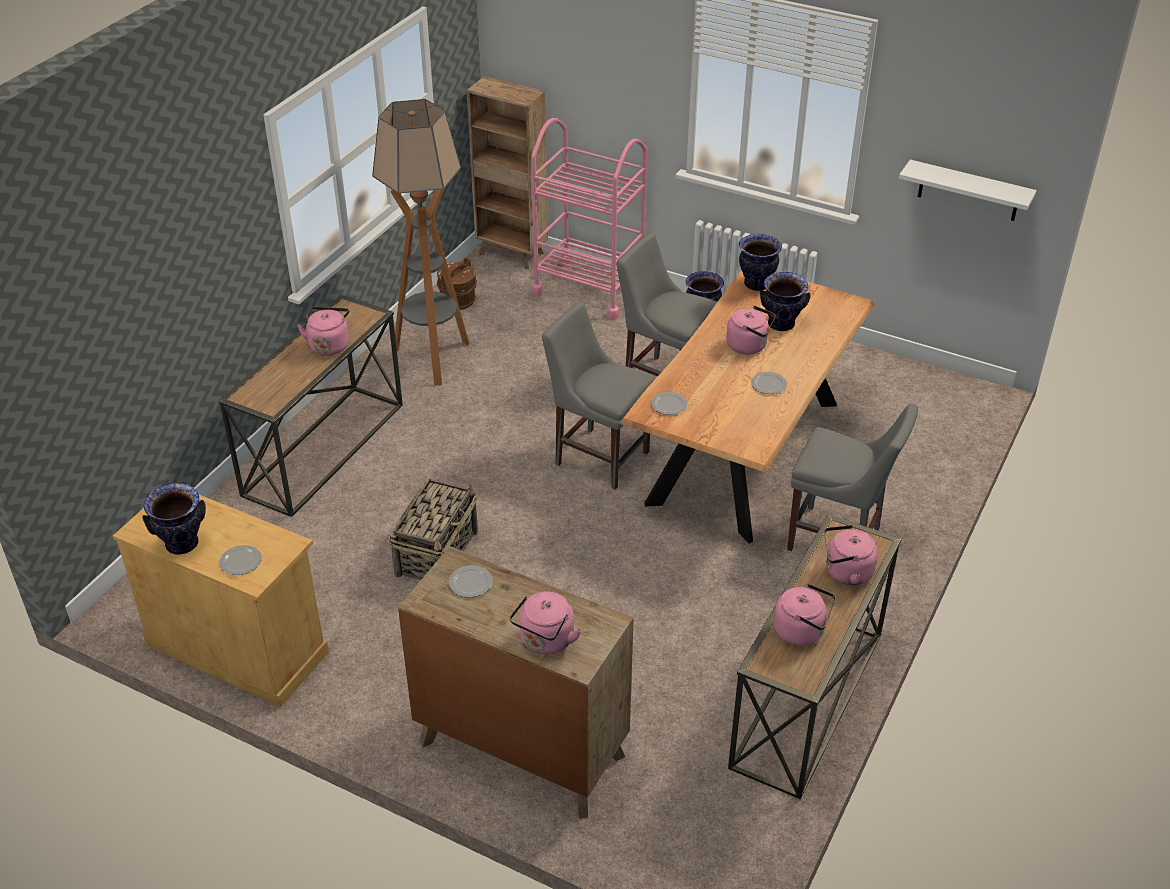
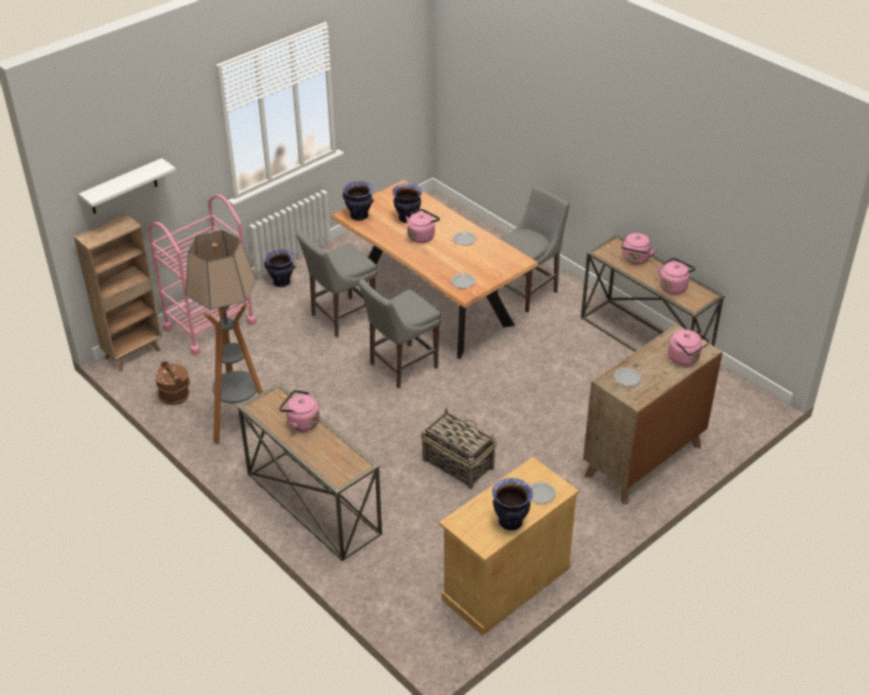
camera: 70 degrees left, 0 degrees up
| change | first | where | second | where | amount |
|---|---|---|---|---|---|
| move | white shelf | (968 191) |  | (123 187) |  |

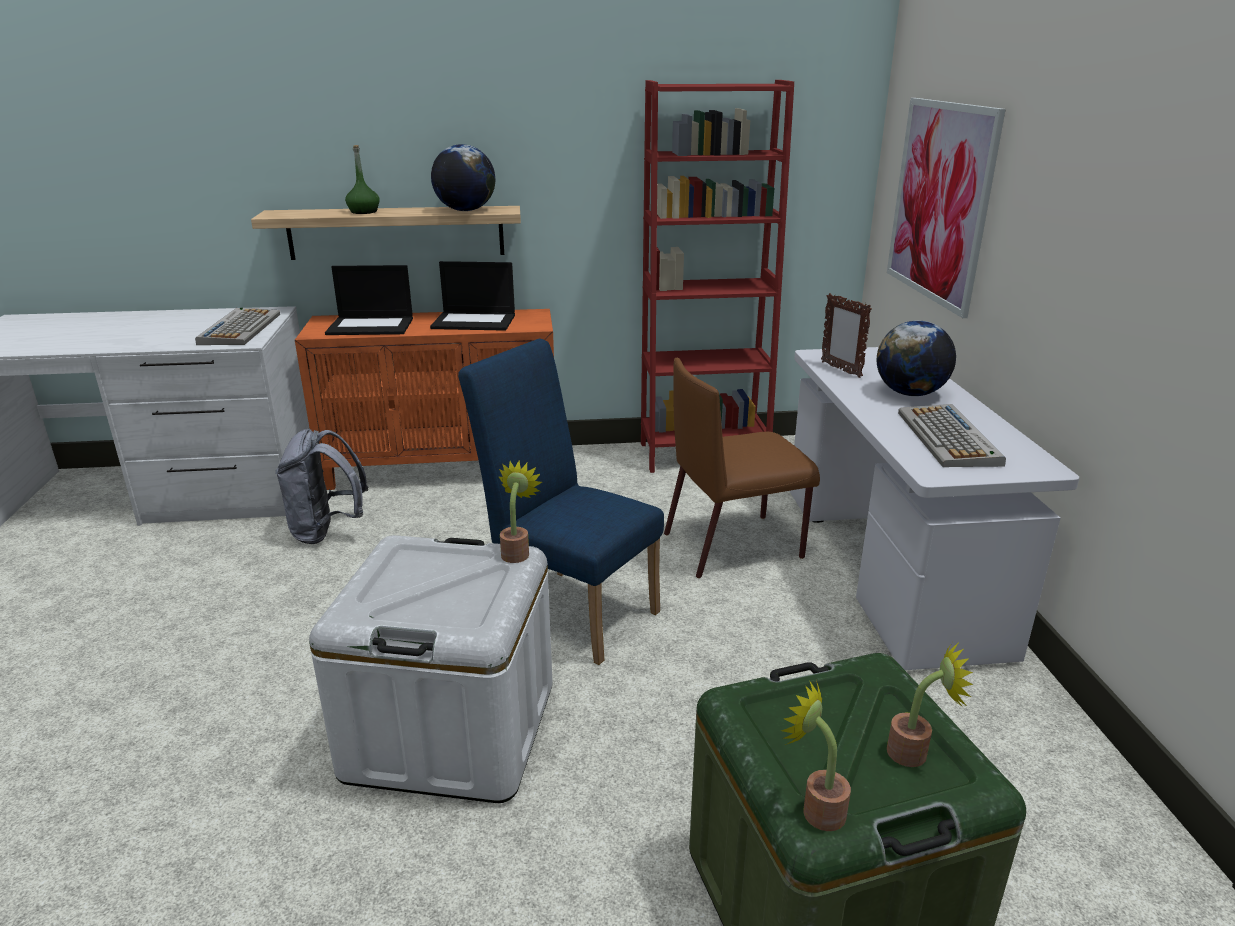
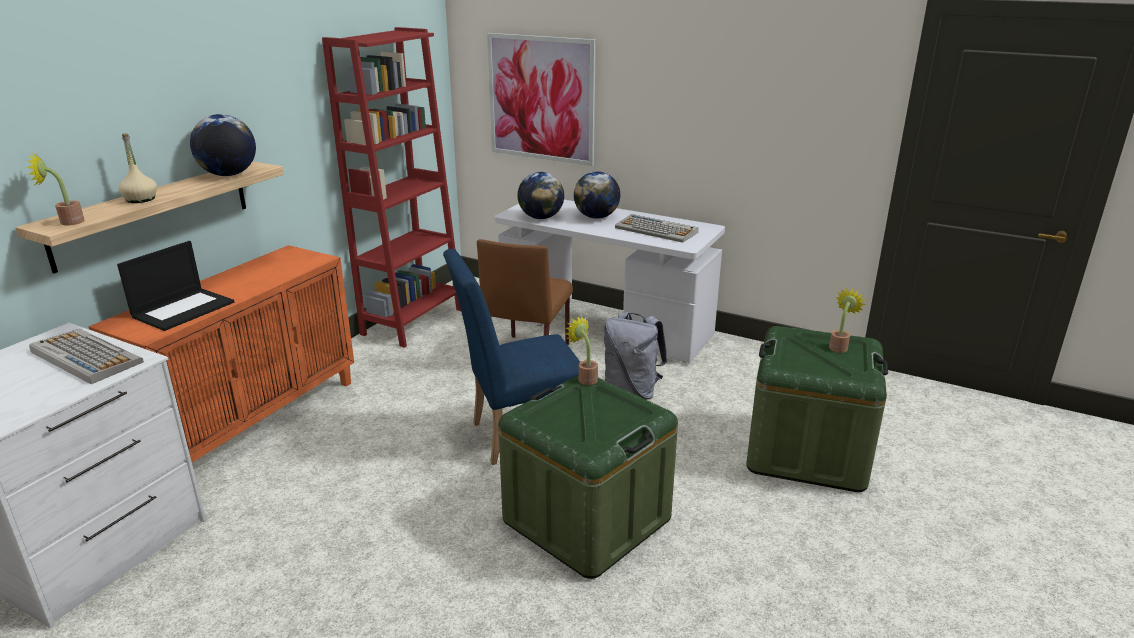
camera: 55 degrees left, 0 degrees up
| change | first | where | second | where | amount |
|---|---|---|---|---|---|
| move | houseplant | (816 809) |  | (67 222) |  |
| recolor | greenish beverage bottle | (364 212) | sand-coloured beverage bottle | (141 199) |  |
| recolor | white storage bin | (451 729) | greenish storage bin | (586 519) |  |
| replace | standing frame | (840 369) | world globe | (541 217) |  |
| move | gray rucksack | (327 531) |  | (632 391) |  |
| delete | portable computer | (475 321) |  |  |  |

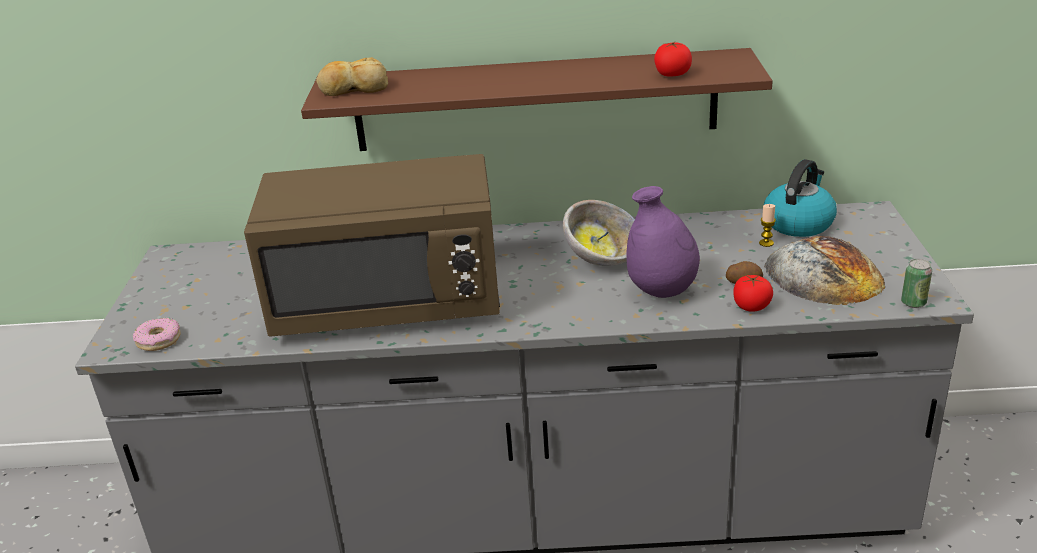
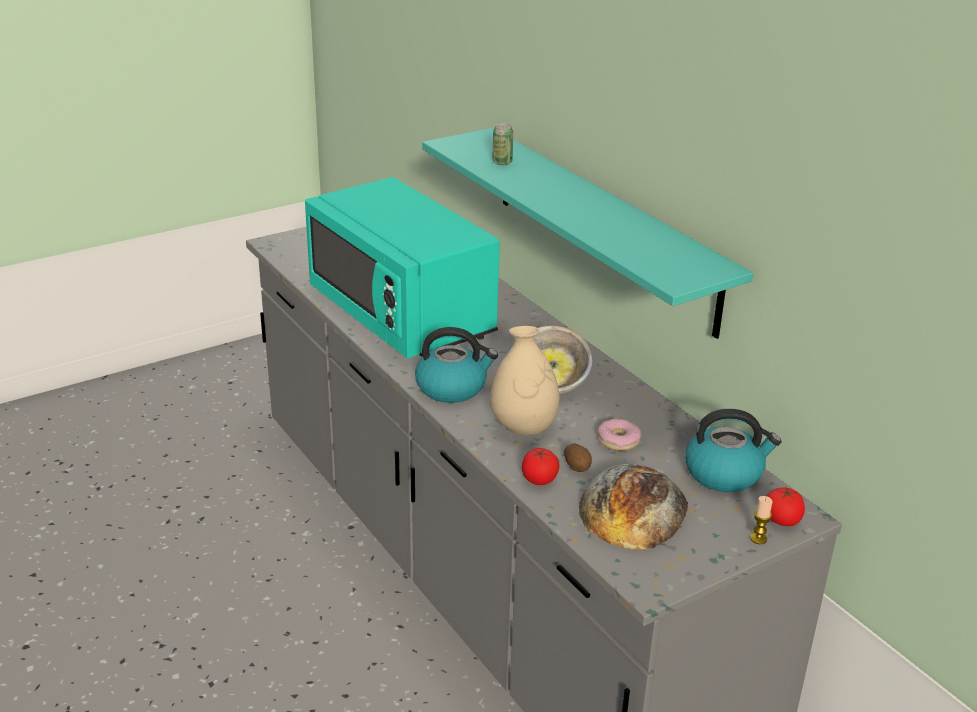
camera: 55 degrees right, 0 degrees up
| change | first | where | second | where | amount |
|---|---|---|---|---|---|
| recolor | brown microwave | (389 302) | blue-green microwave | (402 315) |  |
| insert |  |  | tea kettle | (452 387) |  |
| recolor | brown shelf | (535 101) | blue-green shelf | (603 227) |  |
| recolor | purple vase | (662 291) | sand-coloured vase | (523 428) |  |
| move | can | (913 303) |  | (502 162) |  |
| move | ring doughnut | (159 340) |  | (618 440) |  |
| move | wax candle | (766 243) |  | (758 539) |  |
| move | tomato | (672 74) |  | (781 520) |  |
| delete | bakery bread | (353 89) |  |  |  |

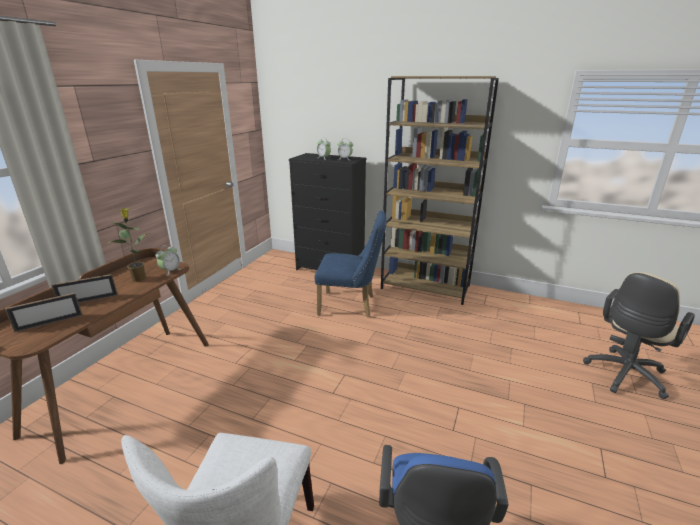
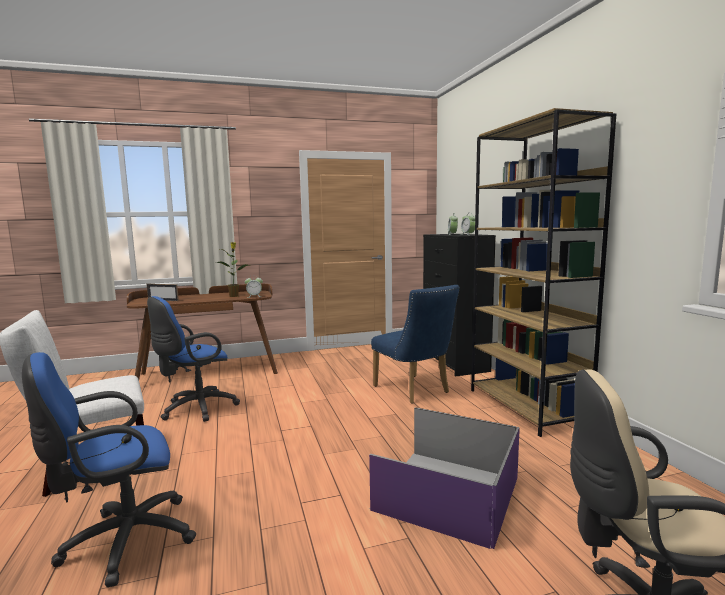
camera: 50 degrees right, 15 degrees down
| change | first | where | second | where | amount |
|---|---|---|---|---|---|
| insert |  |  | bluish desk chair | (195 409) |  |
| insert |  |  | purple storage bin | (447 492) |  |
| delete | standing frame | (89 300) |  |  |  |

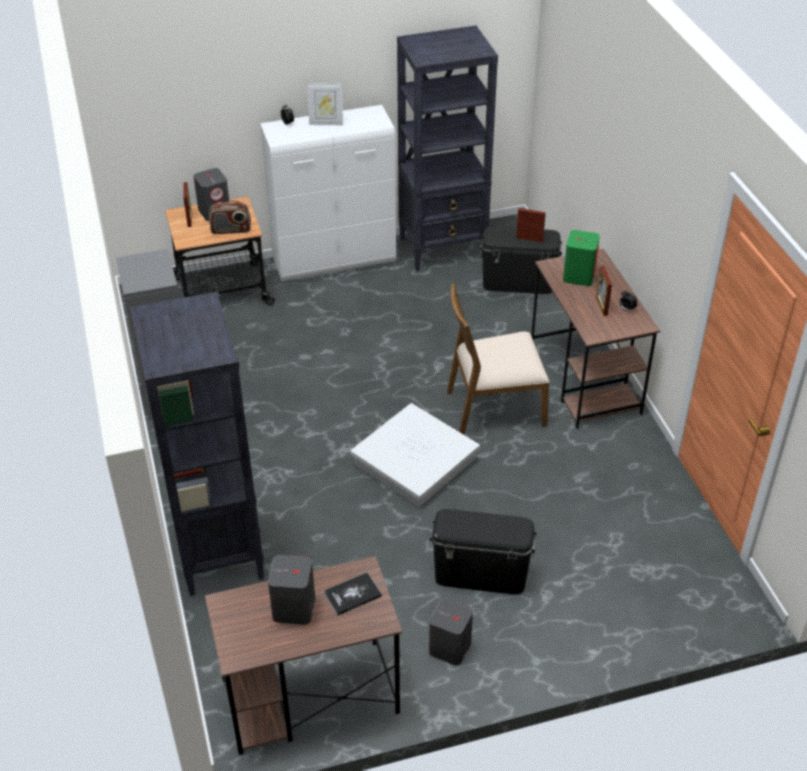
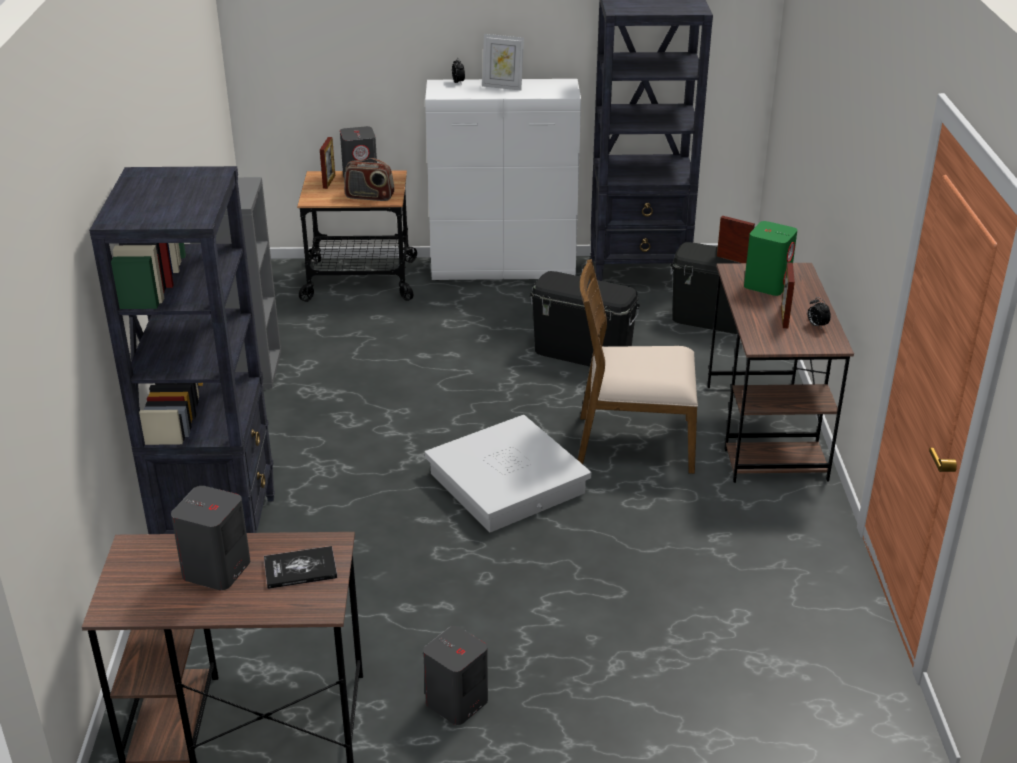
camera: 15 degrees right, 10 degrees down
| change | first | where | second | where | amount |
|---|---|---|---|---|---|
| move | blackish storage bin | (481 574) |  | (583 353) |  |

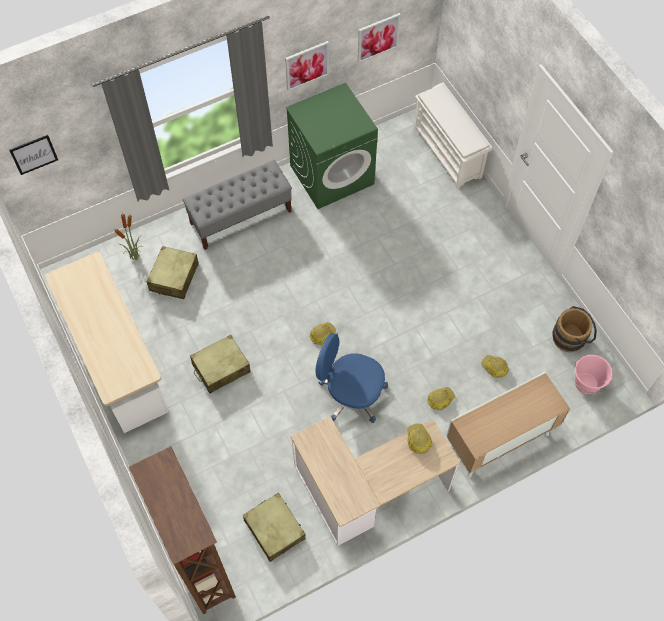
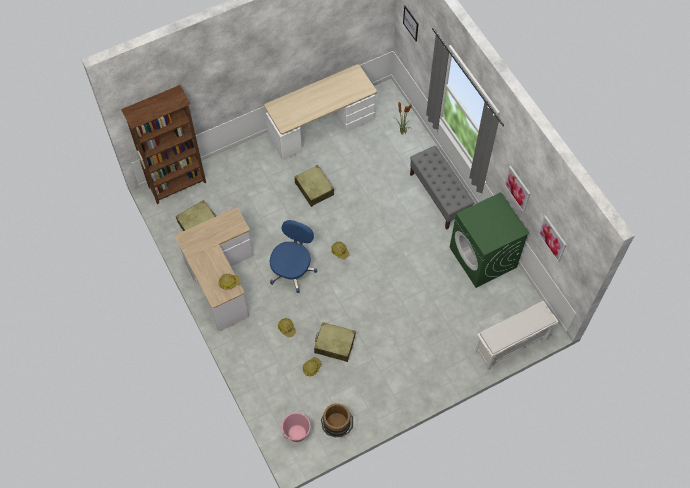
camera: 90 degrees right, 0 degrees up
| change | first | where | second | where | amount |
|---|---|---|---|---|---|
| move | sand-coloured suitcase | (174 277) |  | (334 344) |  |
| delete | storage cabinet | (499 441) |  |  |  |

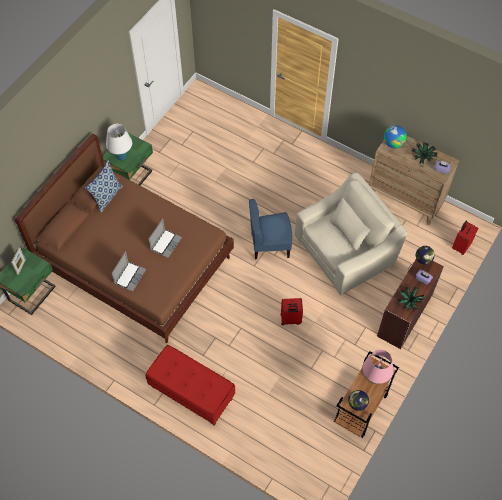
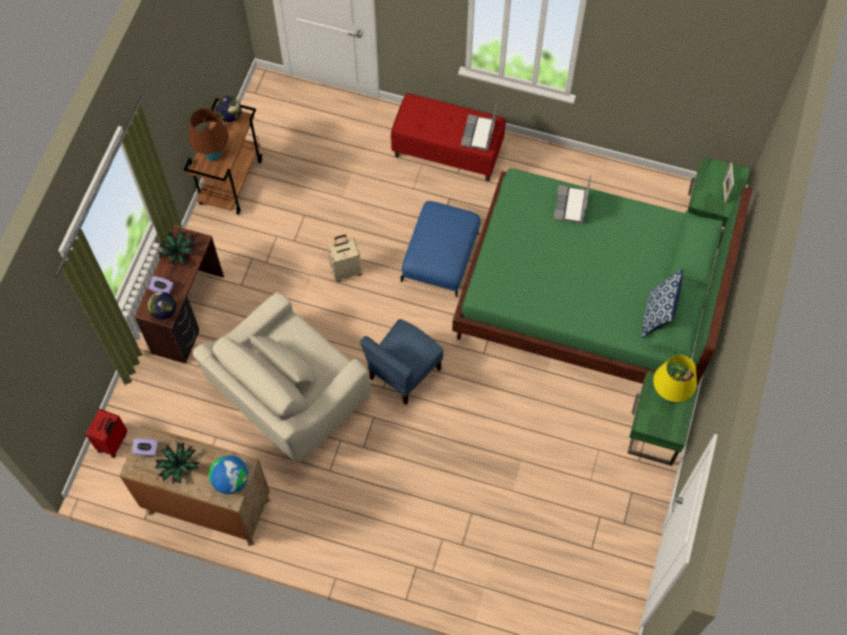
camera: 165 degrees right, 5 degrees up
| change | first | where | second | where | amount |
|---|---|---|---|---|---|
| recolor | pinkish tabletop lamp | (374 379) | brown tabletop lamp | (213 155) |  |
| recolor | red suitcase | (290 320) | sand-coloured suitcase | (346 270) |  |
| rotate | bluish chair | (270 245) |  | (404 373) | 150 degrees clockwise |
| insert |  |  | bluish footrest | (441 258) |  |
| recolor | brown bedroom bed | (135 262) | greenish bedroom bed | (589 299) |  |
| move | portable computer | (165 243) |  | (478 134) |  |
| recolor | white tabletop lamp | (122 157) | yellowish tabletop lamp | (668 395) |  |

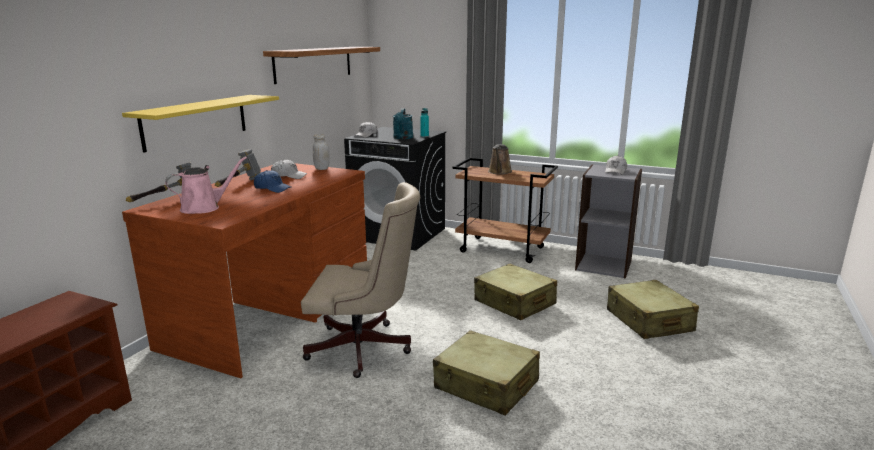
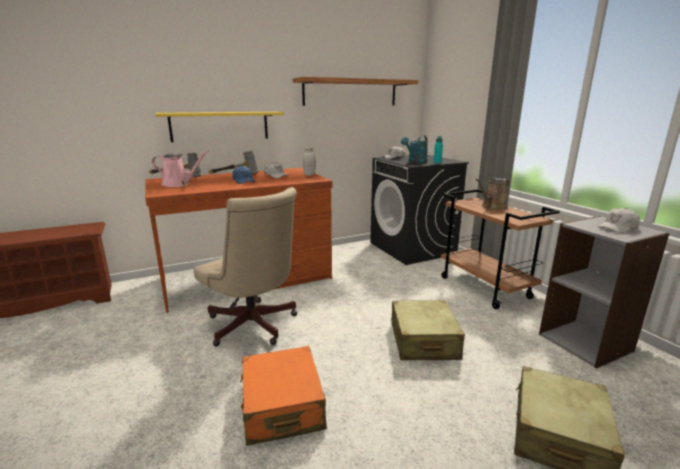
camera: 40 degrees right, 0 degrees up
| change | first | where | second | where | amount |
|---|---|---|---|---|---|
| recolor | sand-coloured suitcase | (486 385) | orange-coloured suitcase | (282 406) |  |

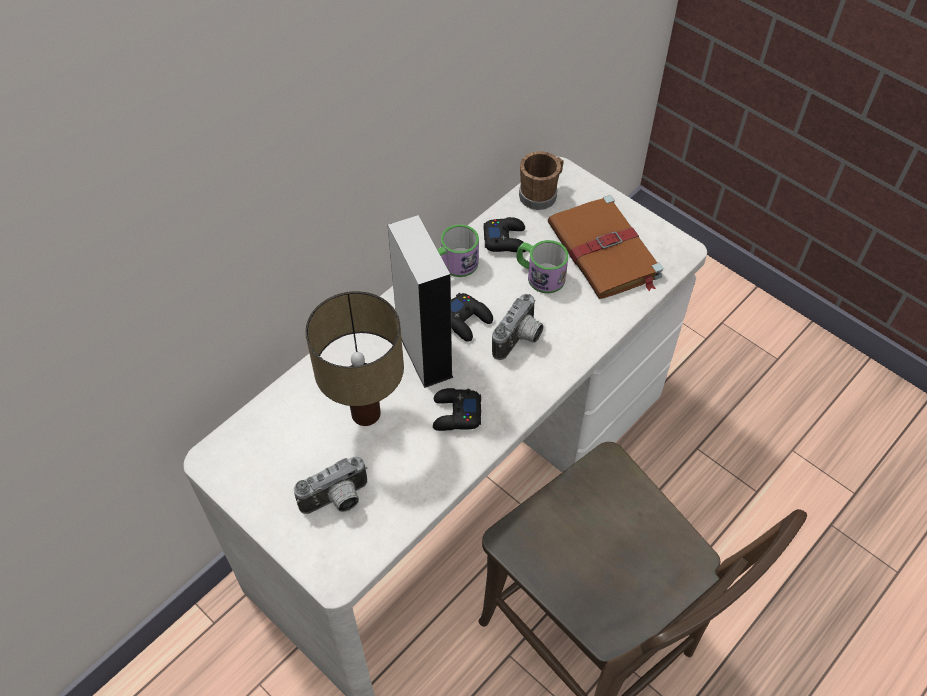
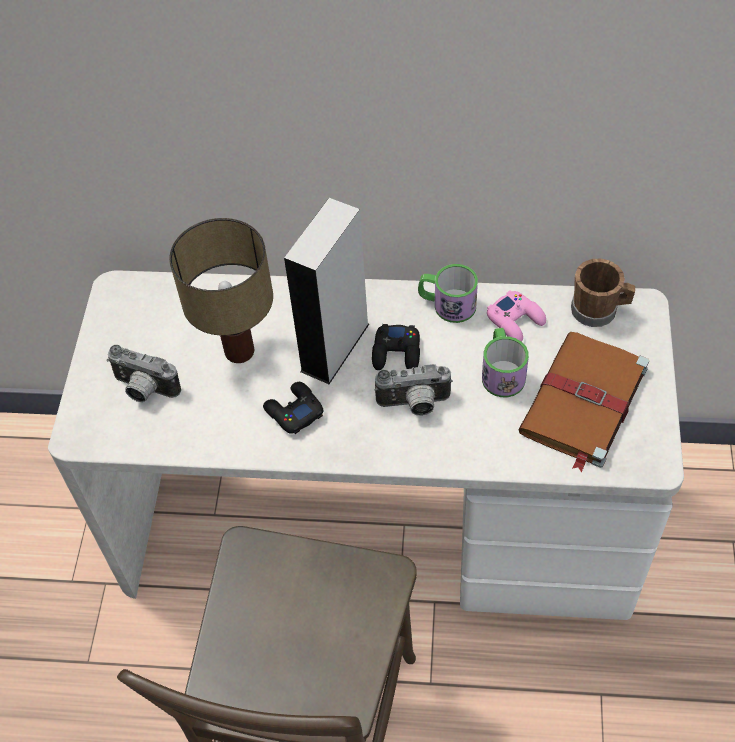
camera: 55 degrees right, 0 degrees up
| change | first | where | second | where | amount |
|---|---|---|---|---|---|
| recolor | blackish game controller | (505 240) | pinkish game controller | (516 320) |  |

